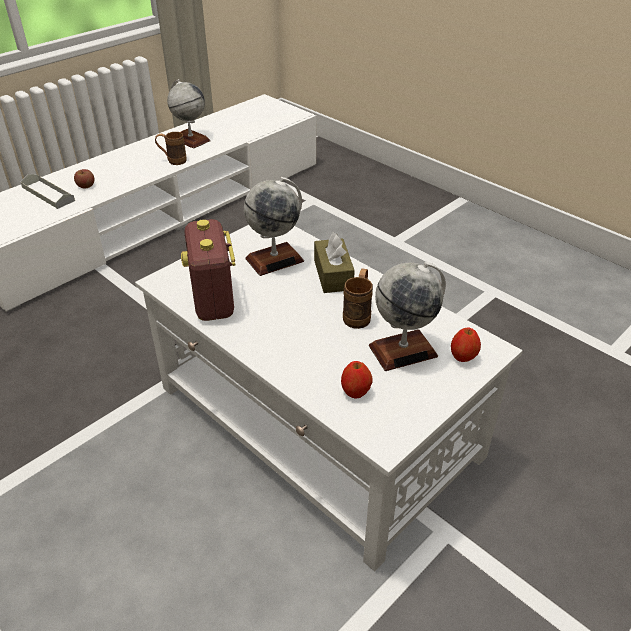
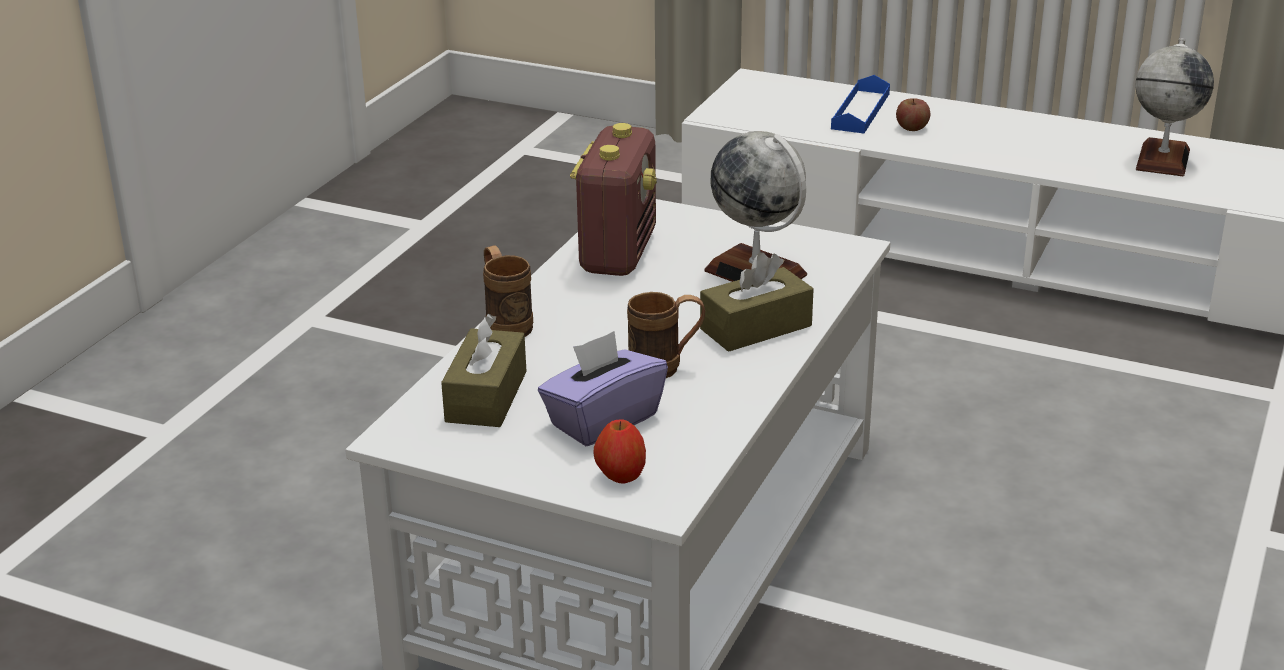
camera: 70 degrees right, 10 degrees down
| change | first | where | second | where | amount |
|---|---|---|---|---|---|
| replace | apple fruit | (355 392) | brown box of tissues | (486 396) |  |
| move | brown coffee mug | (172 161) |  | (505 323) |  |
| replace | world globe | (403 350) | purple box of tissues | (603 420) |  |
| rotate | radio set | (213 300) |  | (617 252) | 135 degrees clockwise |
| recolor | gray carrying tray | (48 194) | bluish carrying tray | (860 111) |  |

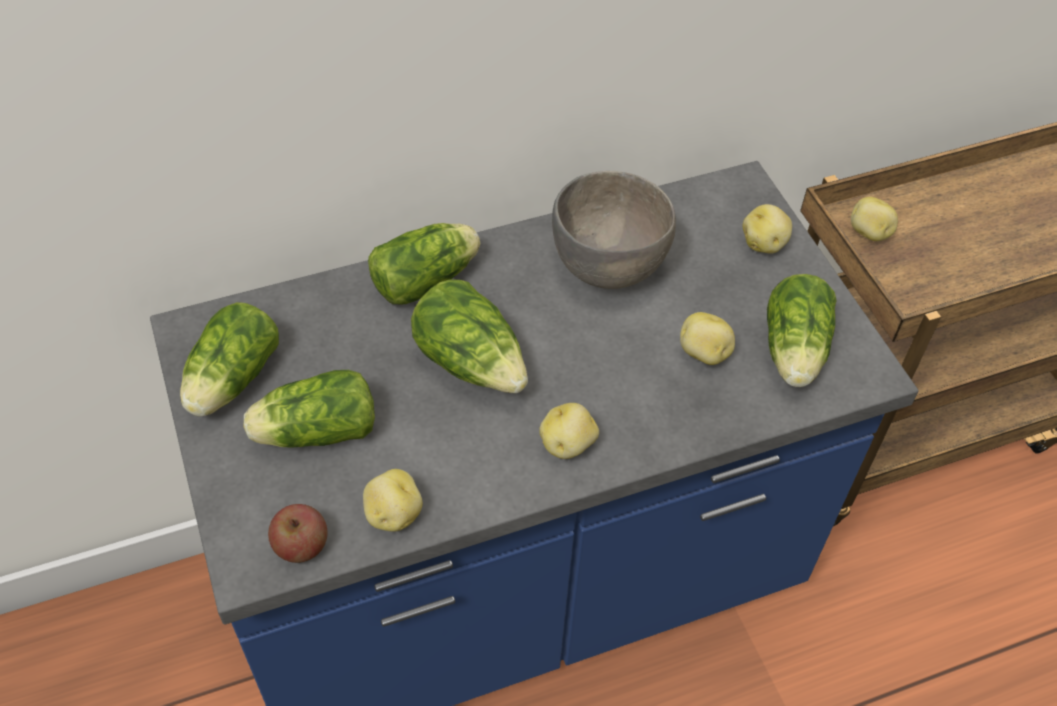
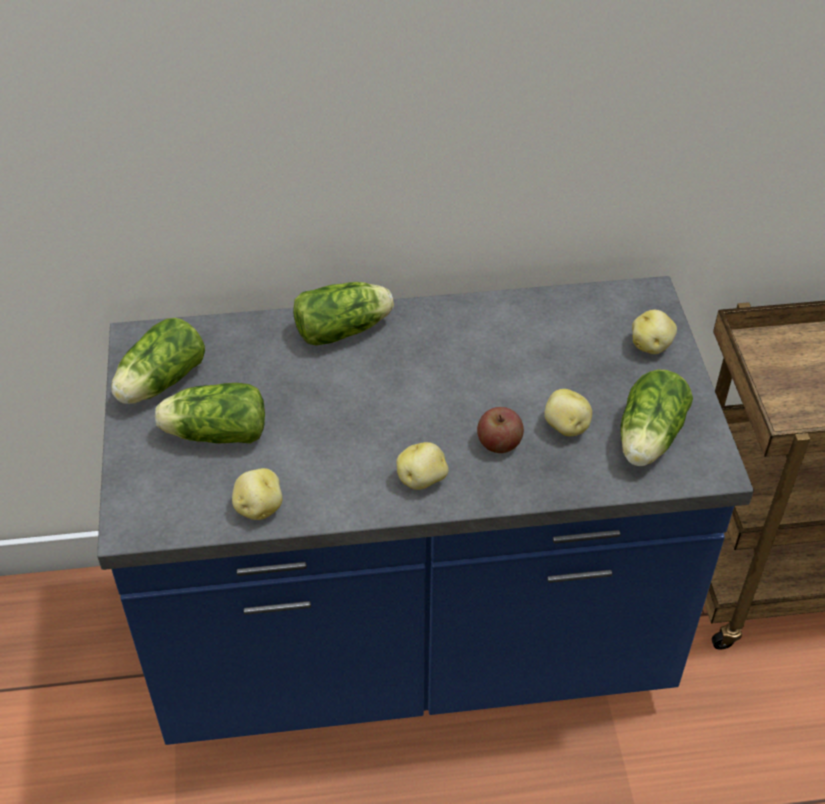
camera: 15 degrees right, 5 degrees down
| change | first | where | second | where | amount |
|---|---|---|---|---|---|
| move | apple fruit | (301 545) |  | (499 443) |  |
| delete | lettuce | (472 361) |  |  |  |
| delete | gray serving bowl | (609 267) |  |  |  |
| delete | potato | (869 233) |  |  |  |

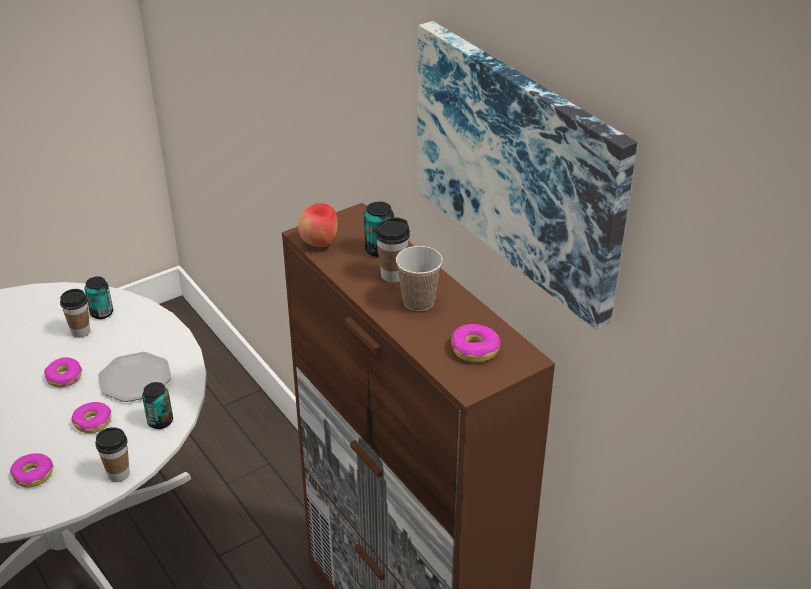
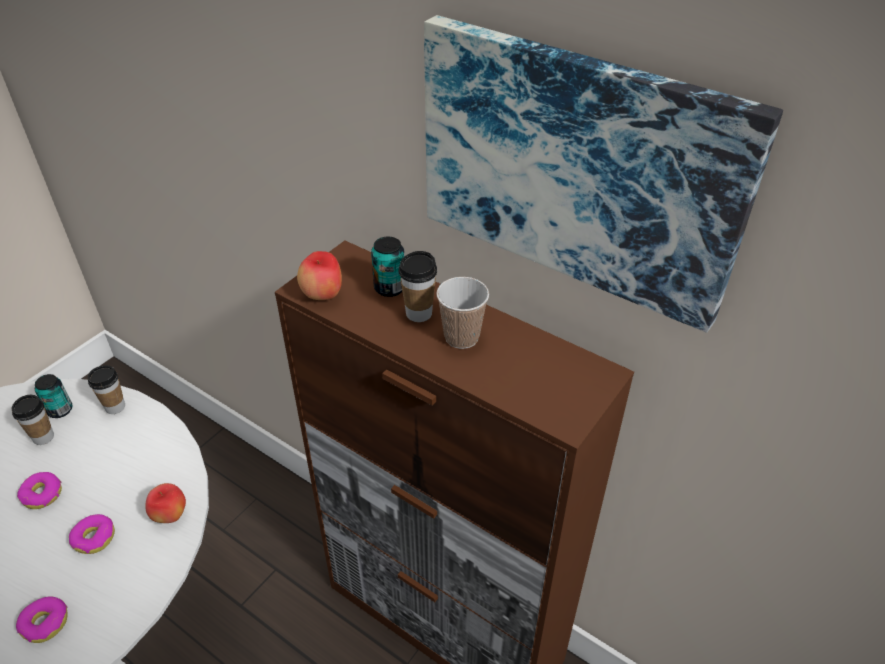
camera: 20 degrees left, 5 degrees up
| change | first | where | second | where | amount |
|---|---|---|---|---|---|
| move | drinking cup | (118 474) |  | (115 407) |  |
| replace | can | (160 421) | apple fruit | (170 515) |  |
| delete | plate | (134 379) |  |  |  |
| delete | ring doughnut | (475 349) |  |  |  |

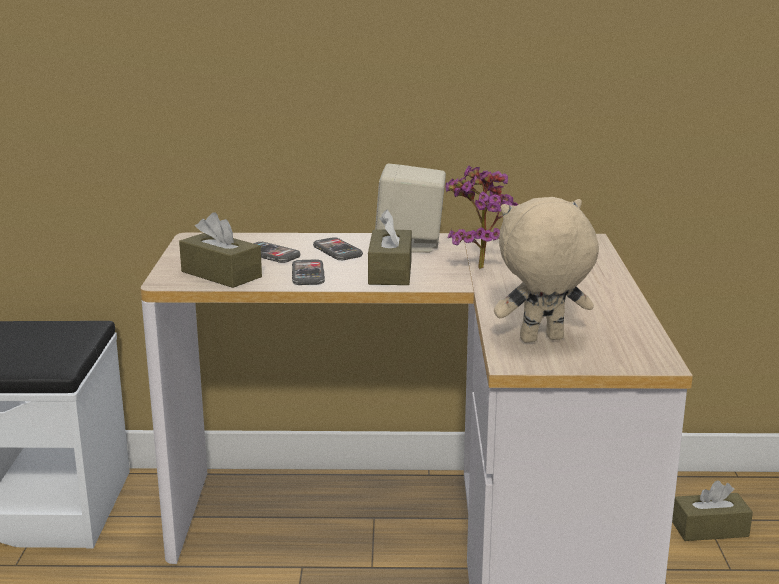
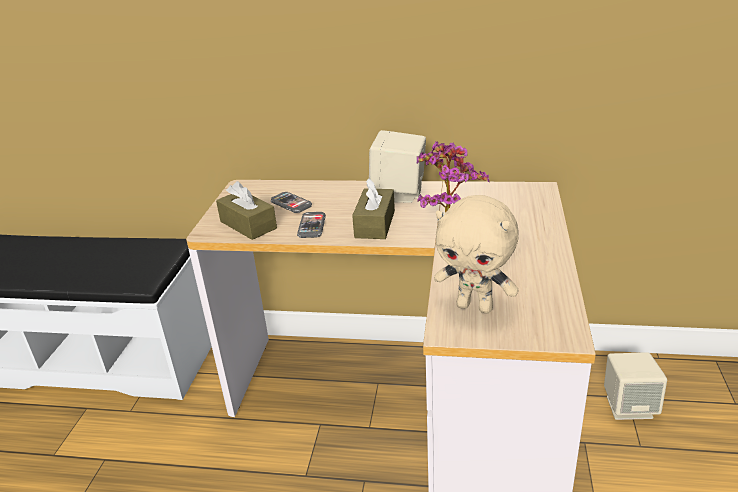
camera: 10 degrees right, 10 degrees up
| change | first | where | second | where | amount |
|---|---|---|---|---|---|
| rotate | sand-coloured soft toy | (541 340) |  | (475 306) | 150 degrees counterclockwise |
| replace | brown box of tissues | (709 529) | sand-coloured audio speaker | (629 406) |  |
| delete | telephone | (337 251) |  |  |  |

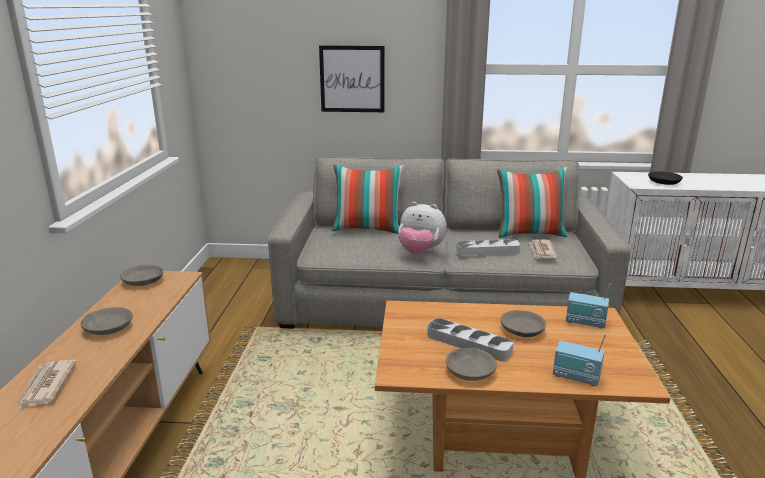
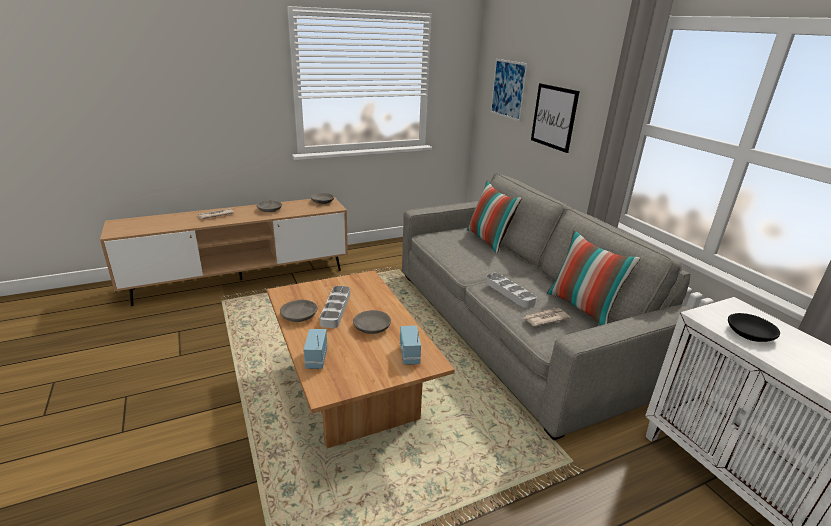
camera: 60 degrees right, 5 degrees up
| change | first | where | second | where | amount |
|---|---|---|---|---|---|
| insert |  |  | picture | (508 89) |  |
| delete | soft toy | (420 252) |  |  |  |

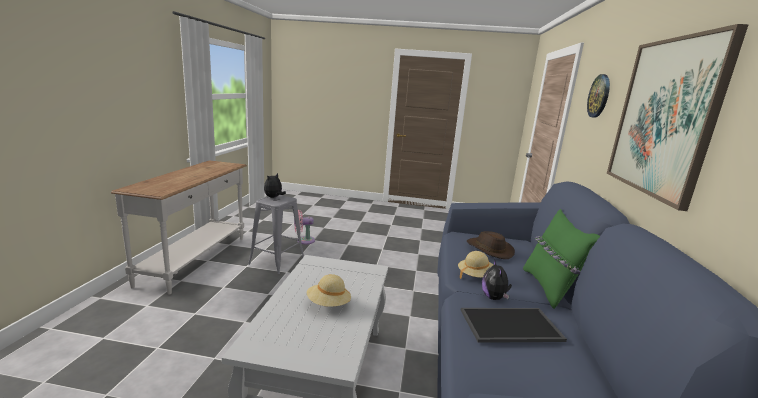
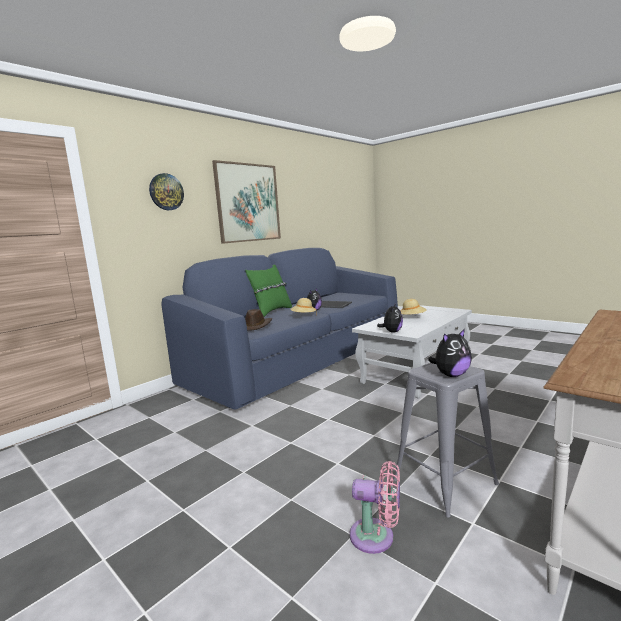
camera: 145 degrees left, 5 degrees down
| change | first | where | second | where | amount |
|---|---|---|---|---|---|
| insert |  |  | soft toy | (392 332) |  |

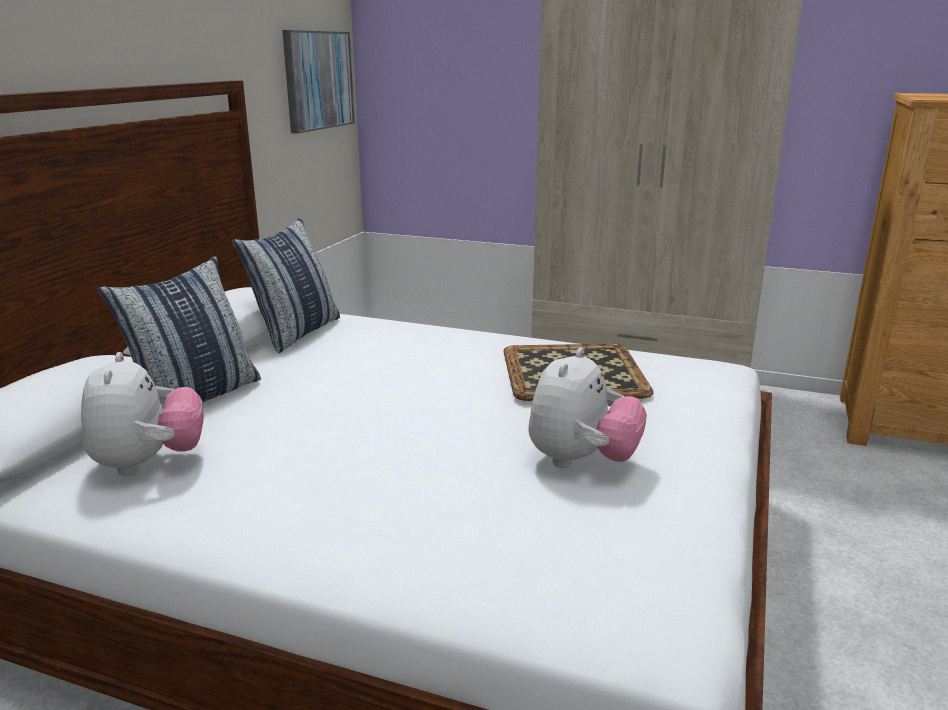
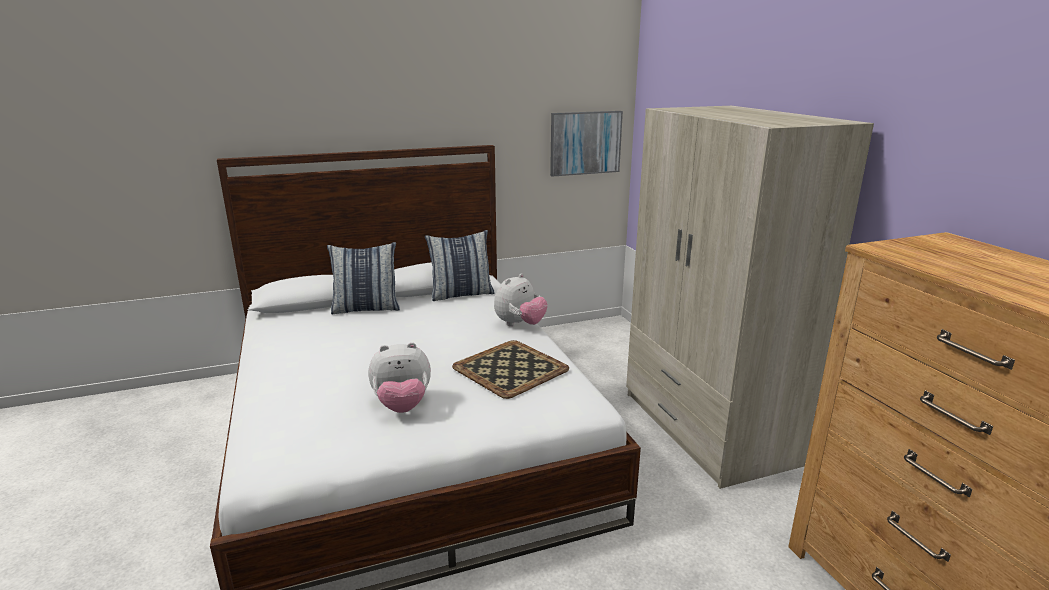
camera: 50 degrees right, 0 degrees up
| change | first | where | second | where | amount |
|---|---|---|---|---|---|
| move | soft toy | (148 463) |  | (520 324) |  |

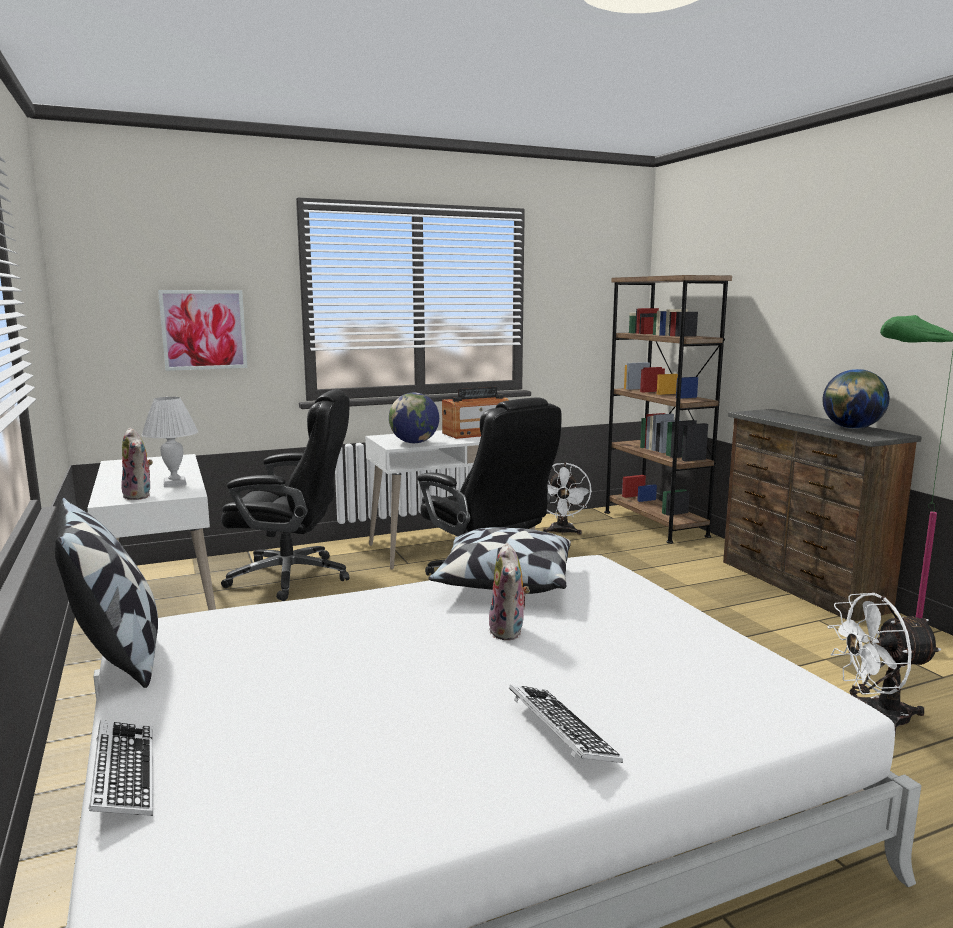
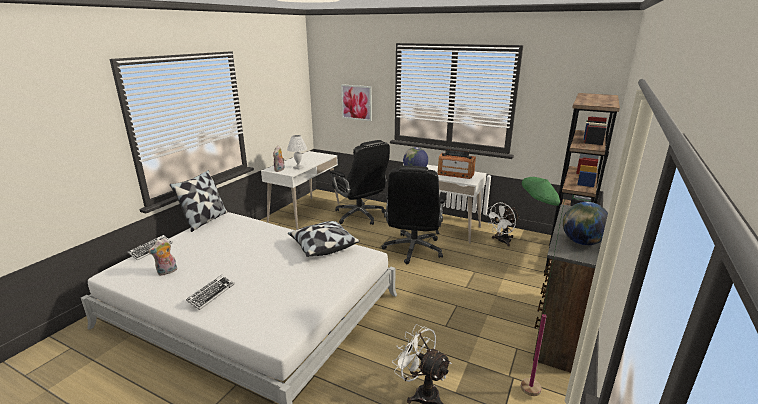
camera: 50 degrees right, 10 degrees up
| change | first | where | second | where | amount |
|---|---|---|---|---|---|
| move | soft toy | (509 631) |  | (167 272) |  |

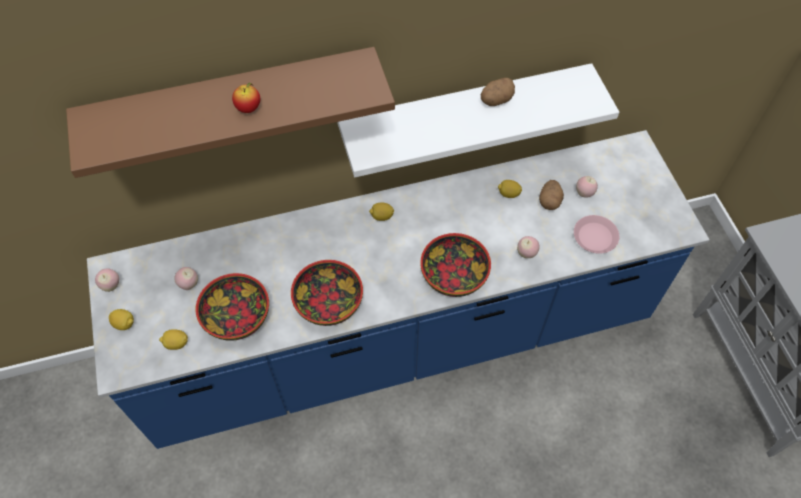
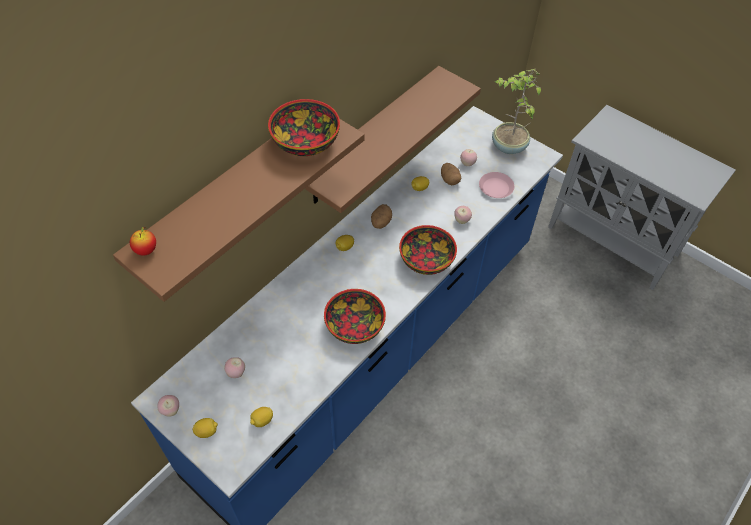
camera: 35 degrees left, 5 degrees down
| change | first | where | second | where | amount |
|---|---|---|---|---|---|
| move | apple fruit | (248 108) |  | (146 250) |  |
| move | serving bowl | (237 317) |  | (306 142) |  |
| recolor | white shelf | (465 111) | brown shelf | (372 136) |  |
| move | potato | (496 100) |  | (380 222) |  |
| insert |  |  | houseplant | (508 147) |  |

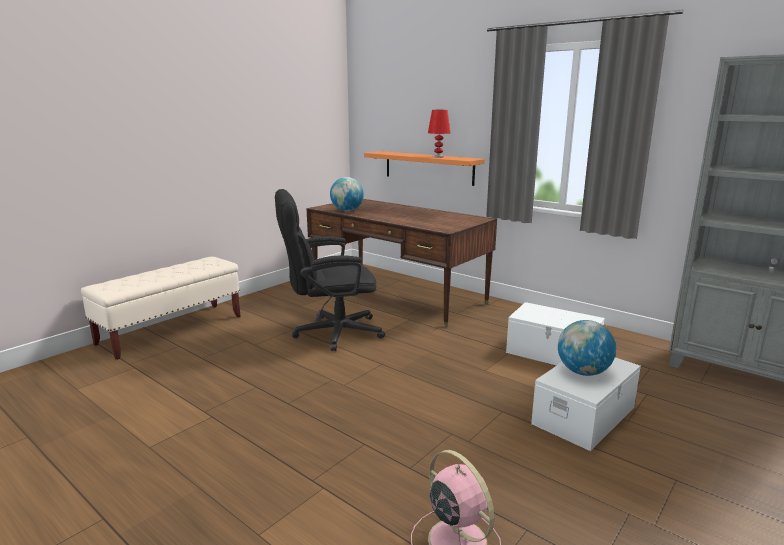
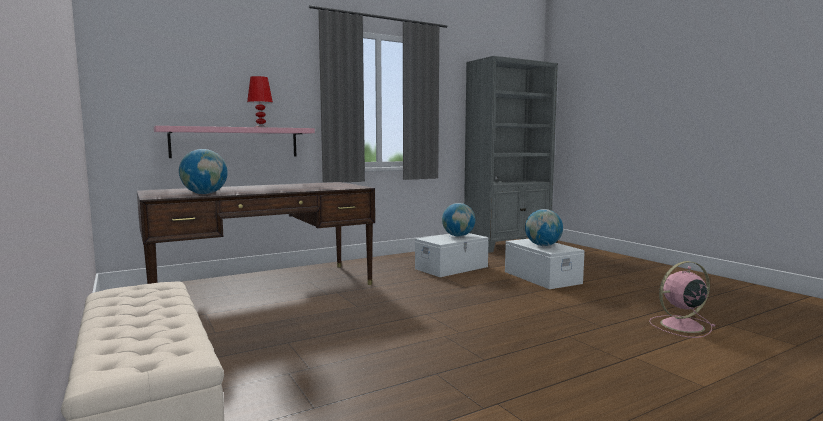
camera: 70 degrees left, 10 degrees down
| change | first | where | second | where | amount |
|---|---|---|---|---|---|
| recolor | orange-coloured shelf | (428 167) | pinkish shelf | (235 142) |  |
| insert |  |  | world globe | (458 236) |  |
| delete | blackish desk chair | (329 333) |  |  |  |

